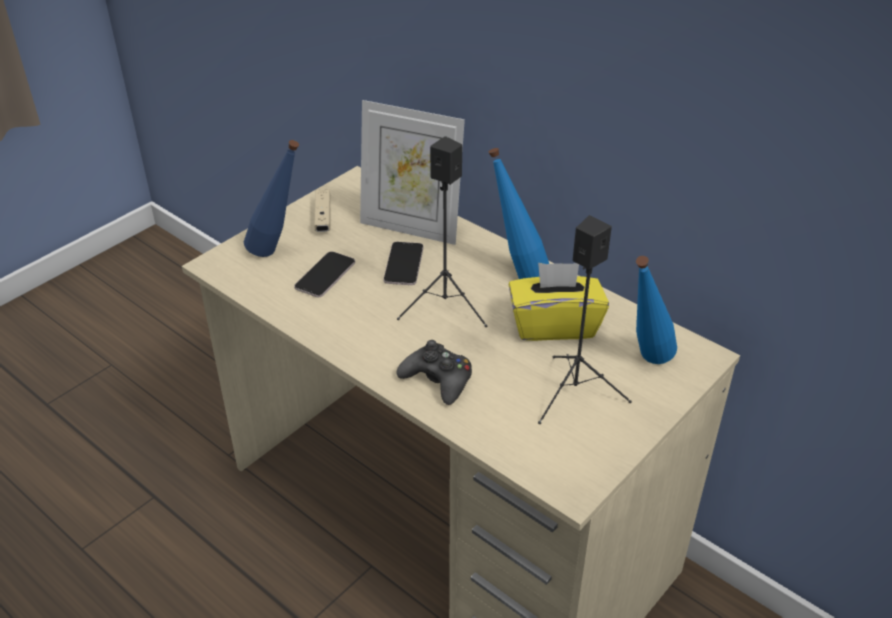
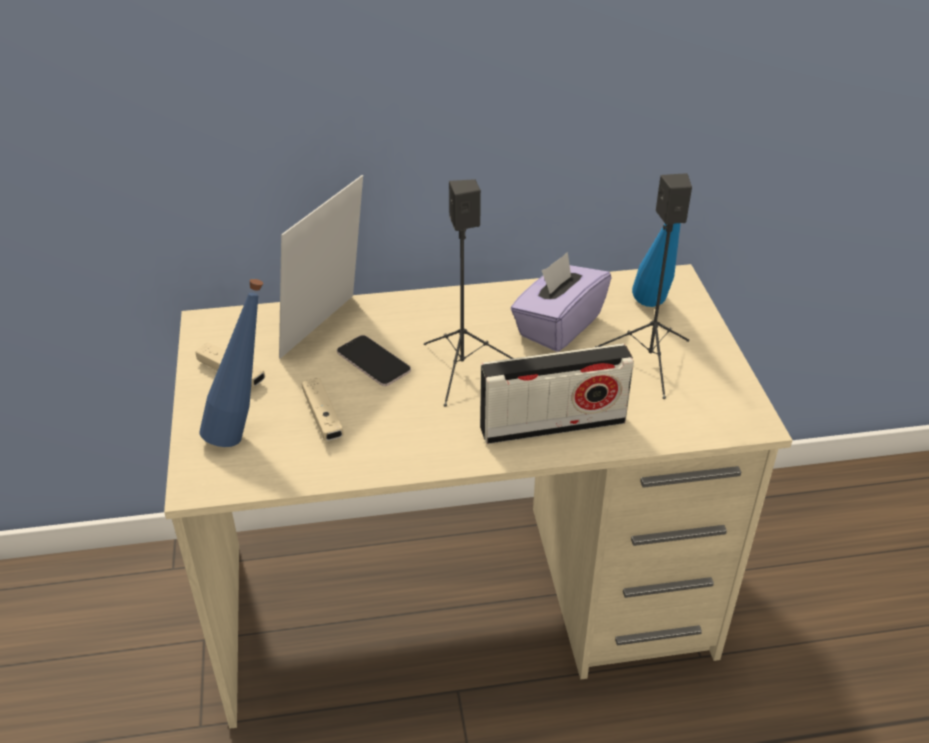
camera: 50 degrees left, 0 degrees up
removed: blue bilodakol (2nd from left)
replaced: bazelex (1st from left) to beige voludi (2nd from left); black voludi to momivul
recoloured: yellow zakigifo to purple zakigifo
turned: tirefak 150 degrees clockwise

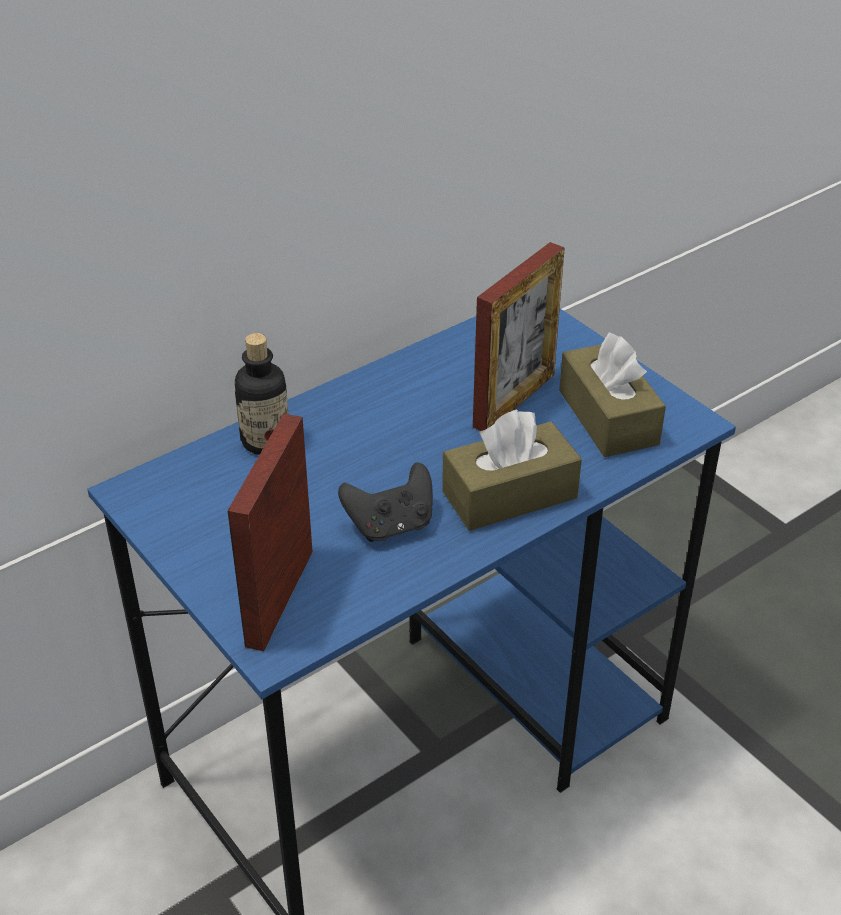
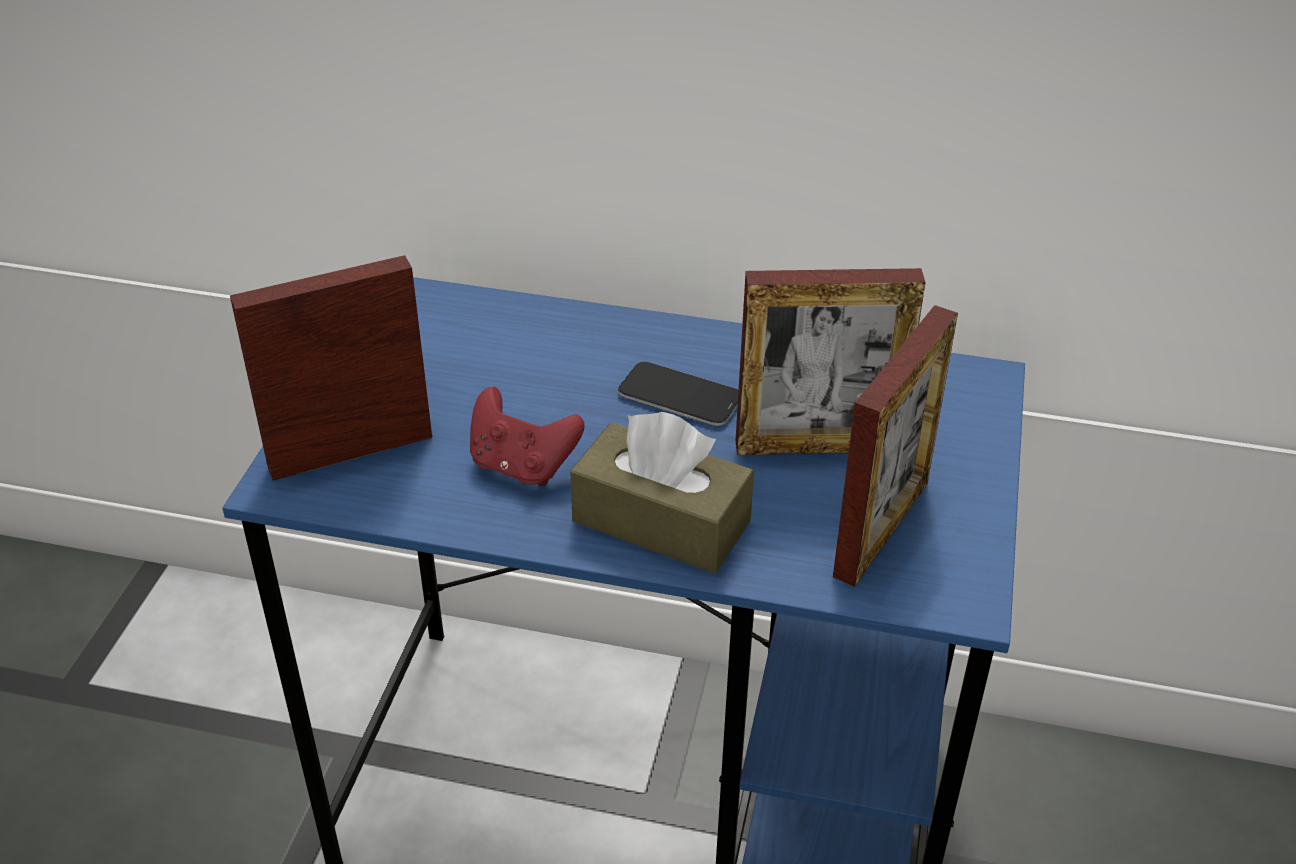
camera: 50 degrees right, 0 degrees up
removed: bilodakol
added: bazelex
replaced: brown zakigifo (2nd from left) to tirefak (3rd from left)
recoloured: black voludi to red voludi

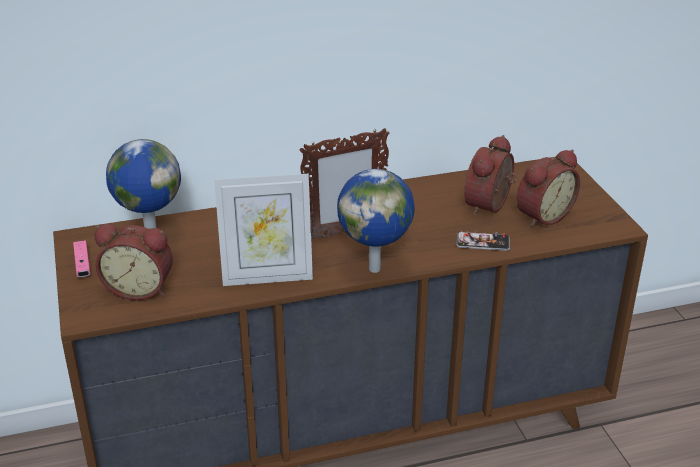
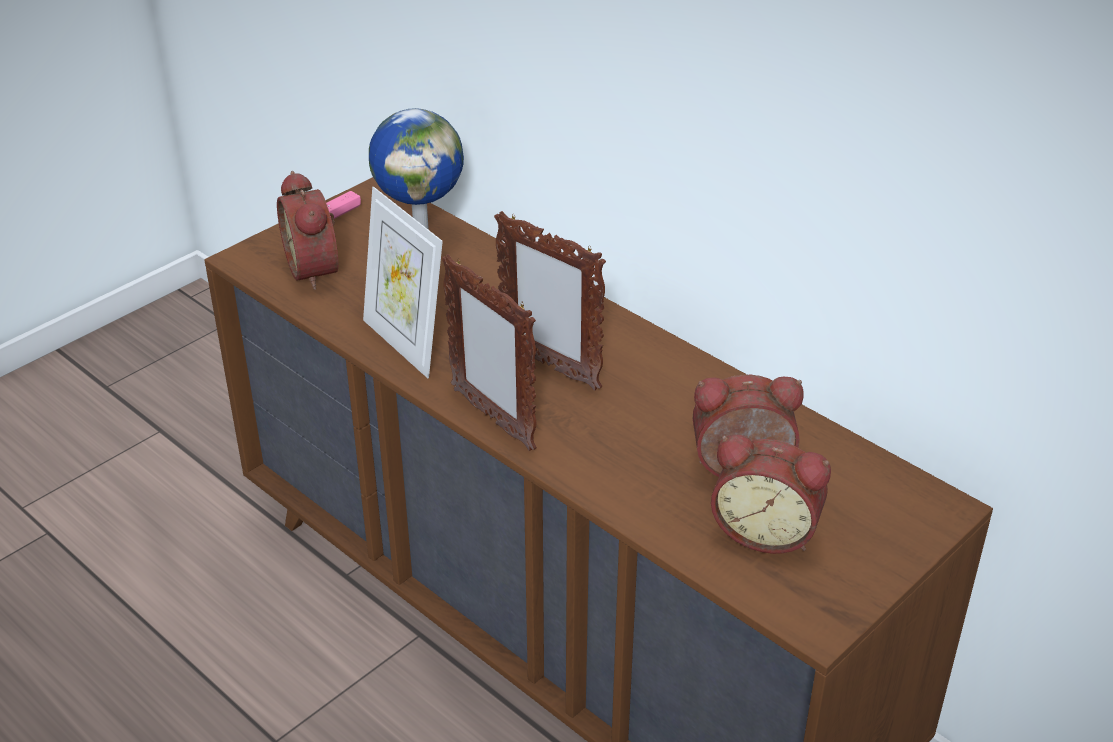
camera: 60 degrees right, 5 degrees up
removed: bazelex
replaced: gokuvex (2nd from left) to tirefak (2nd from left)

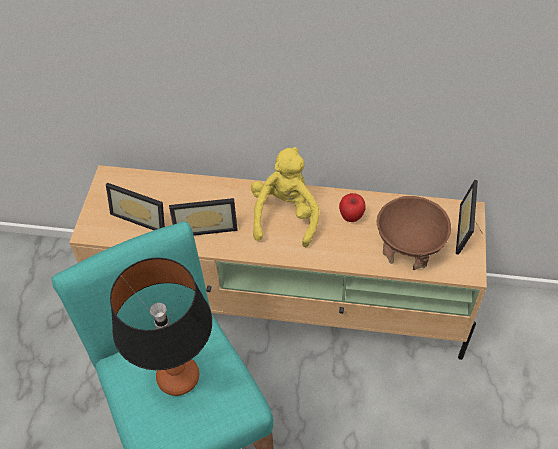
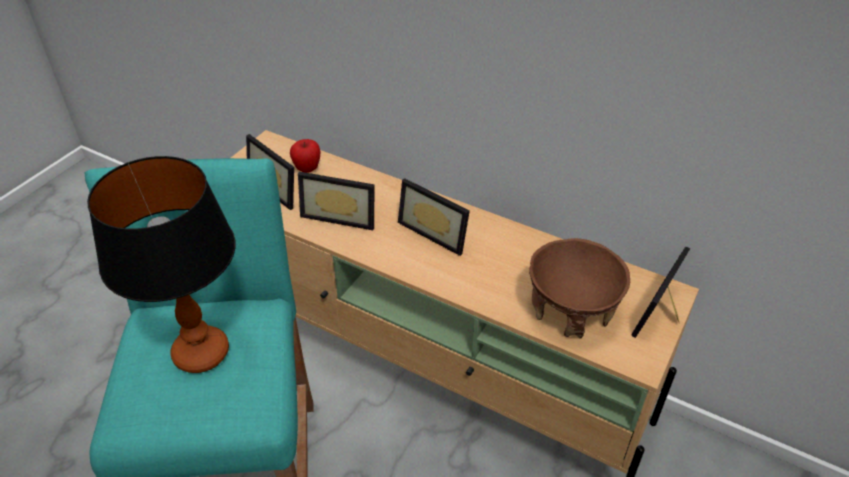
camera: 20 degrees right, 10 degrees down
moved: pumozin
replaced: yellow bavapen to tirefak (3rd from left)

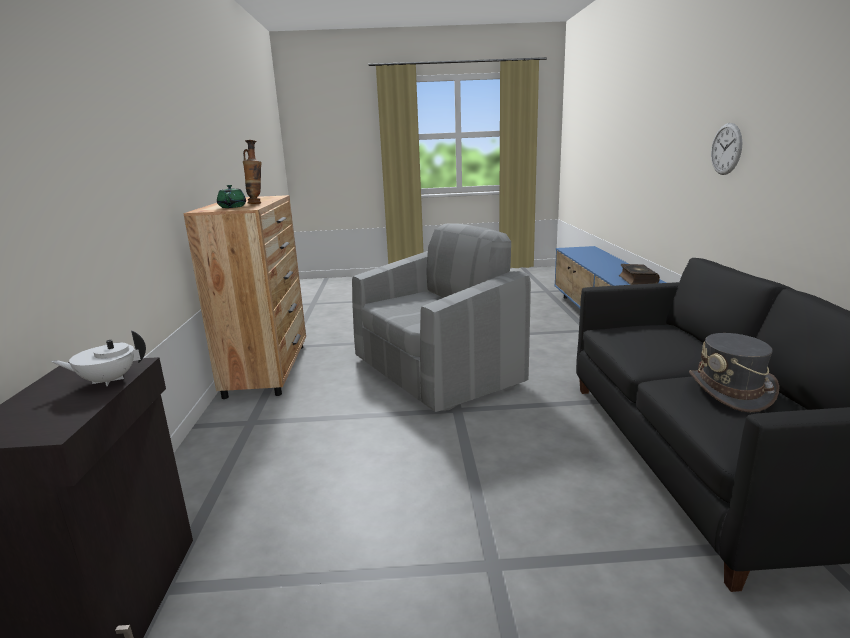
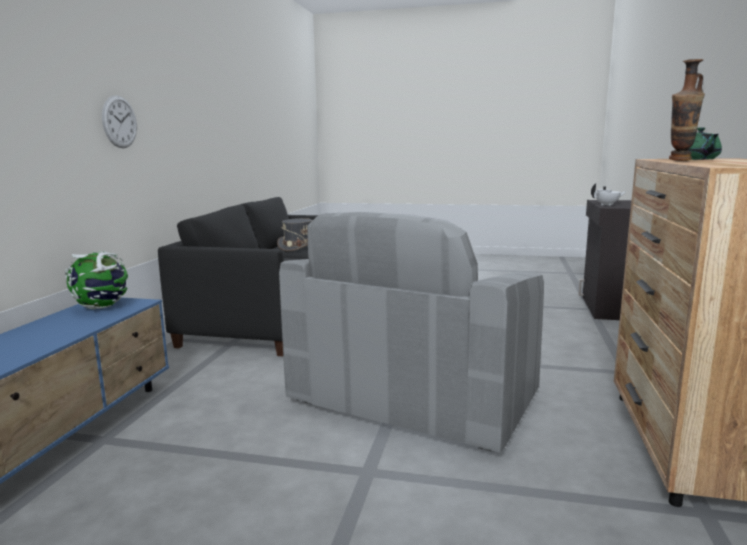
camera: 165 degrees left, 5 degrees down
replaced: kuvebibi to gokuvex
turned: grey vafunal 45 degrees counterclockwise

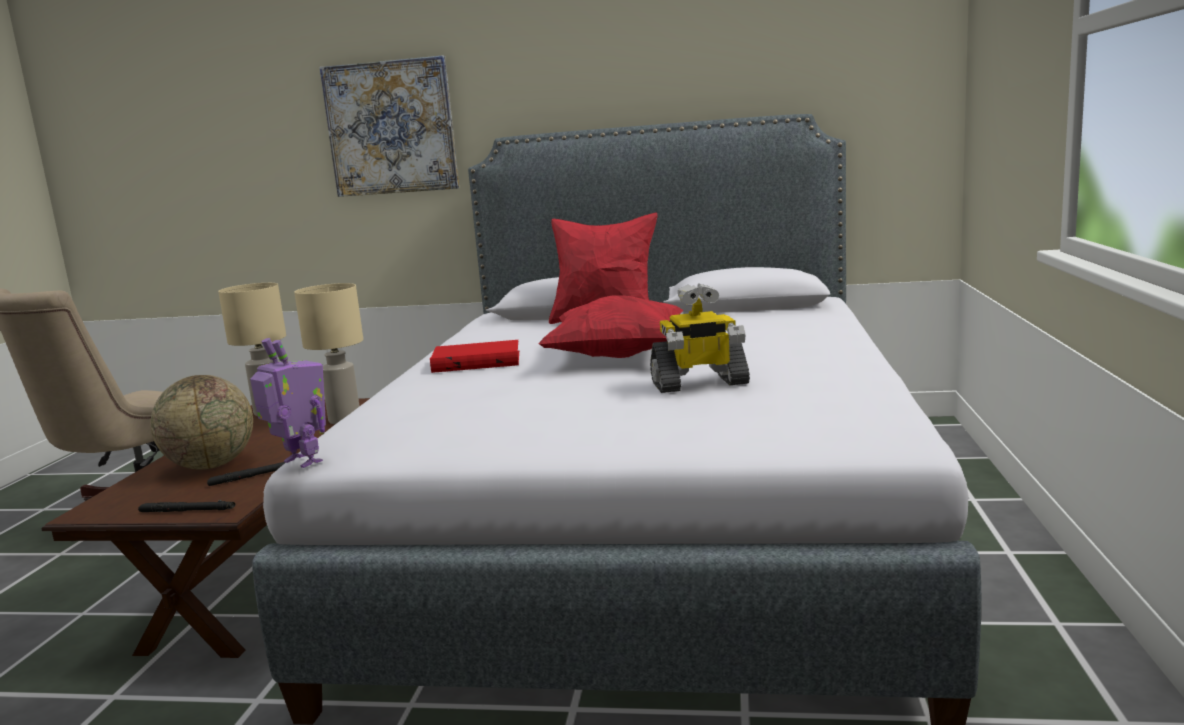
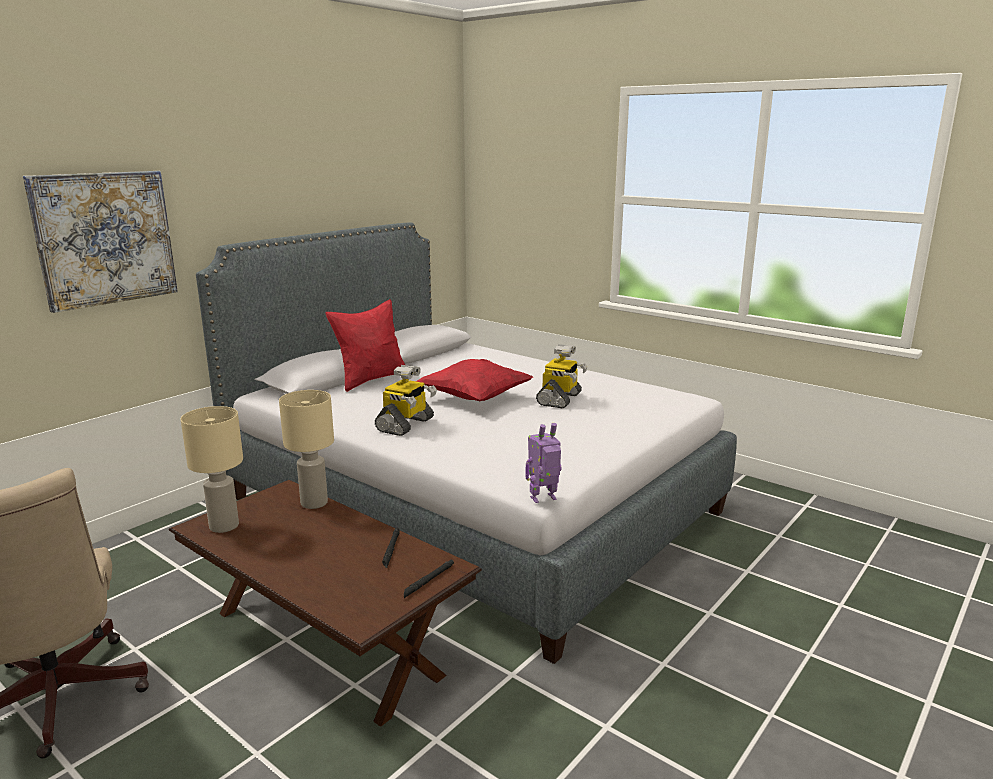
camera: 60 degrees left, 5 degrees up
removed: gokuvex
replaced: red kuvebibi to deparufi (1st from left)

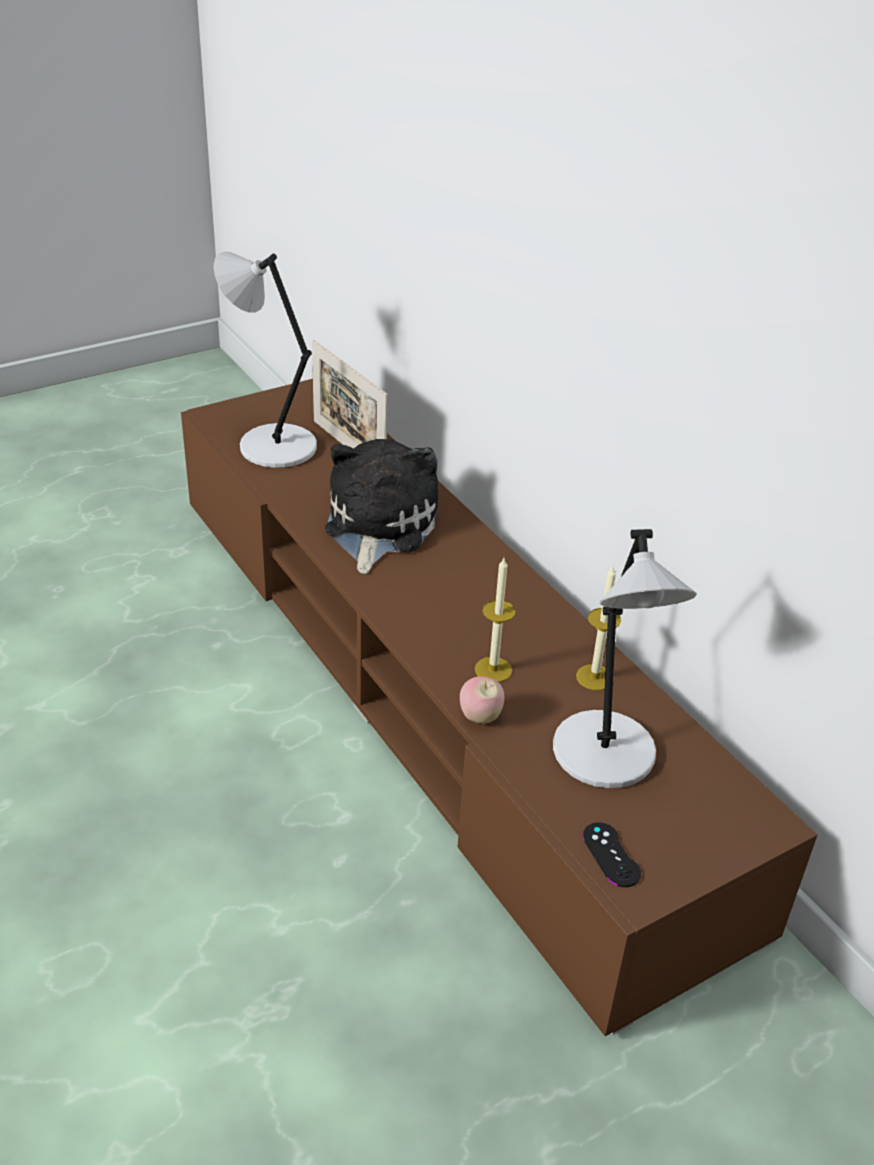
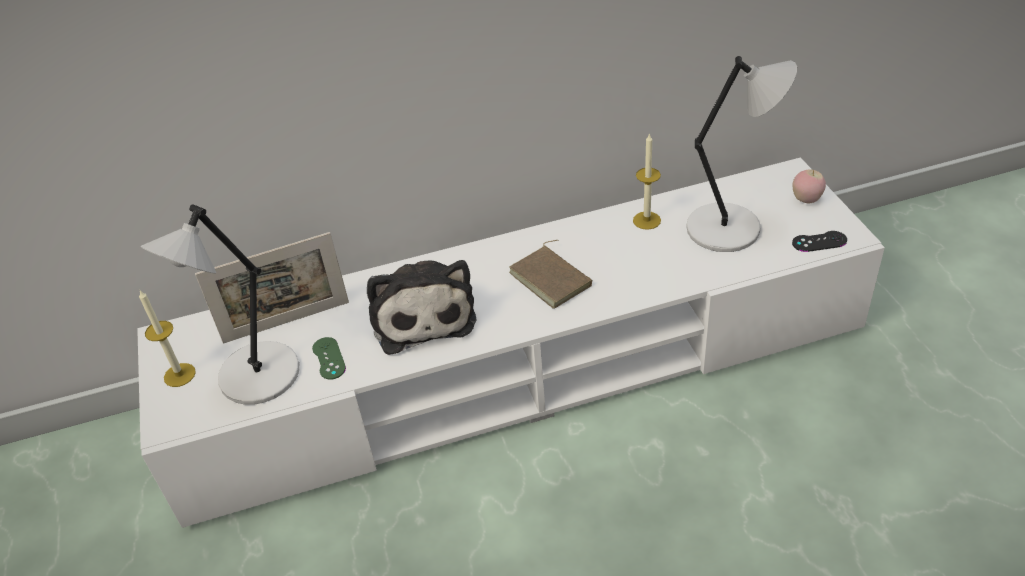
camera: 70 degrees left, 5 degrees up
added: green voludi; brown kuvebibi
moved: pumozin; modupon (1st from left)
recoloured: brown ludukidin to white ludukidin
turned: bavapen 135 degrees counterclockwise

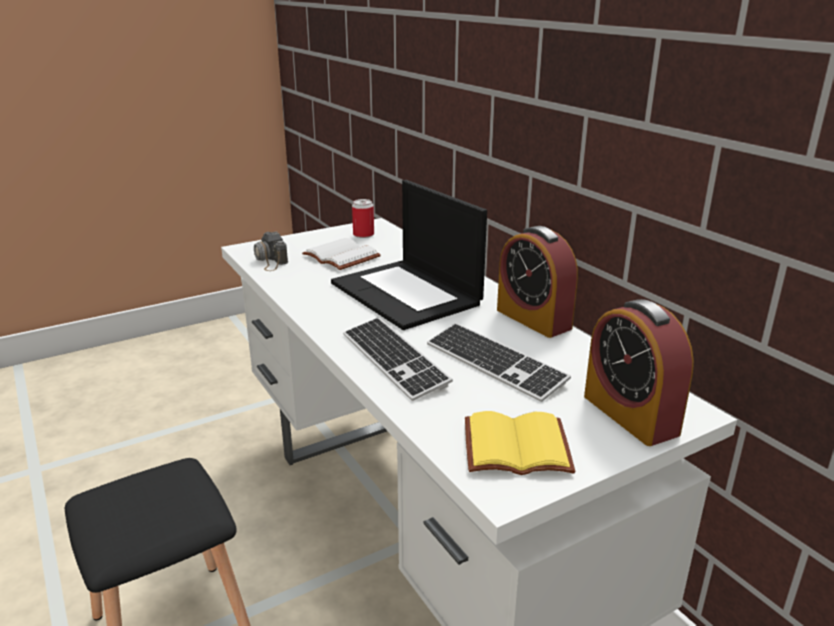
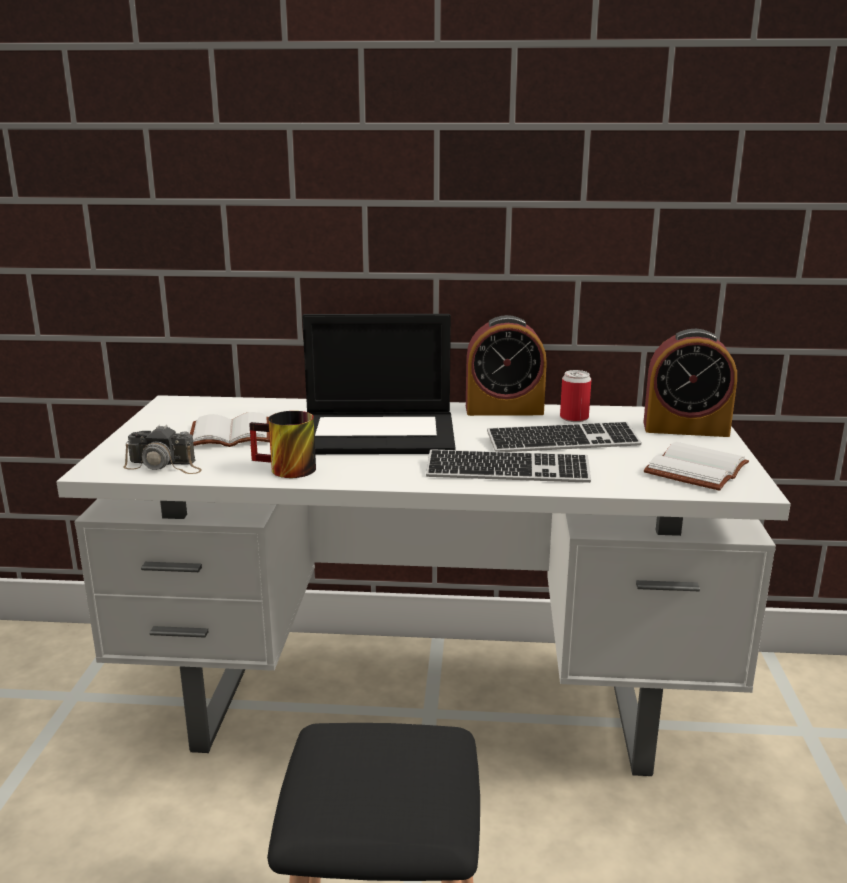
camera: 55 degrees left, 5 degrees down
added: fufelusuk
moved: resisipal
recoloured: yellow kuvebibi to white kuvebibi (2nd from left)

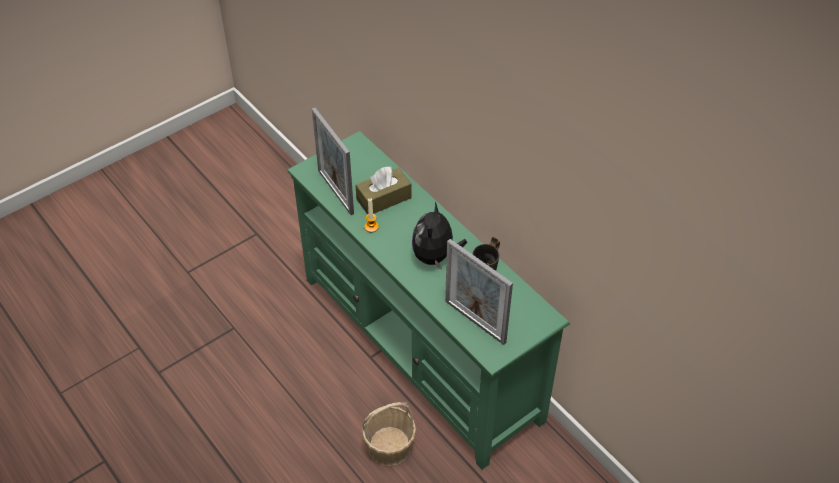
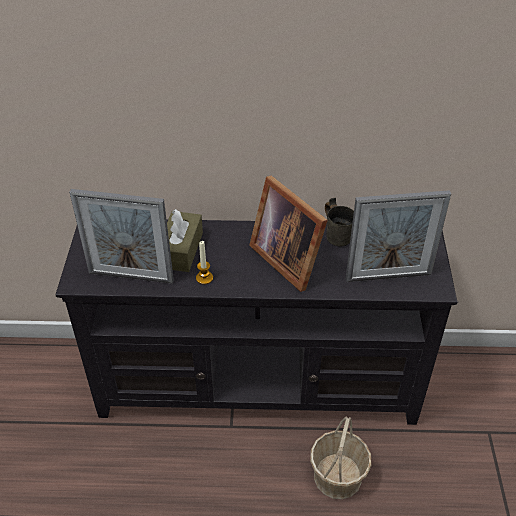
camera: 50 degrees left, 5 degrees down
replaced: bavapen to tirefak (2nd from left)
recoloured: green ludukidin to black ludukidin

